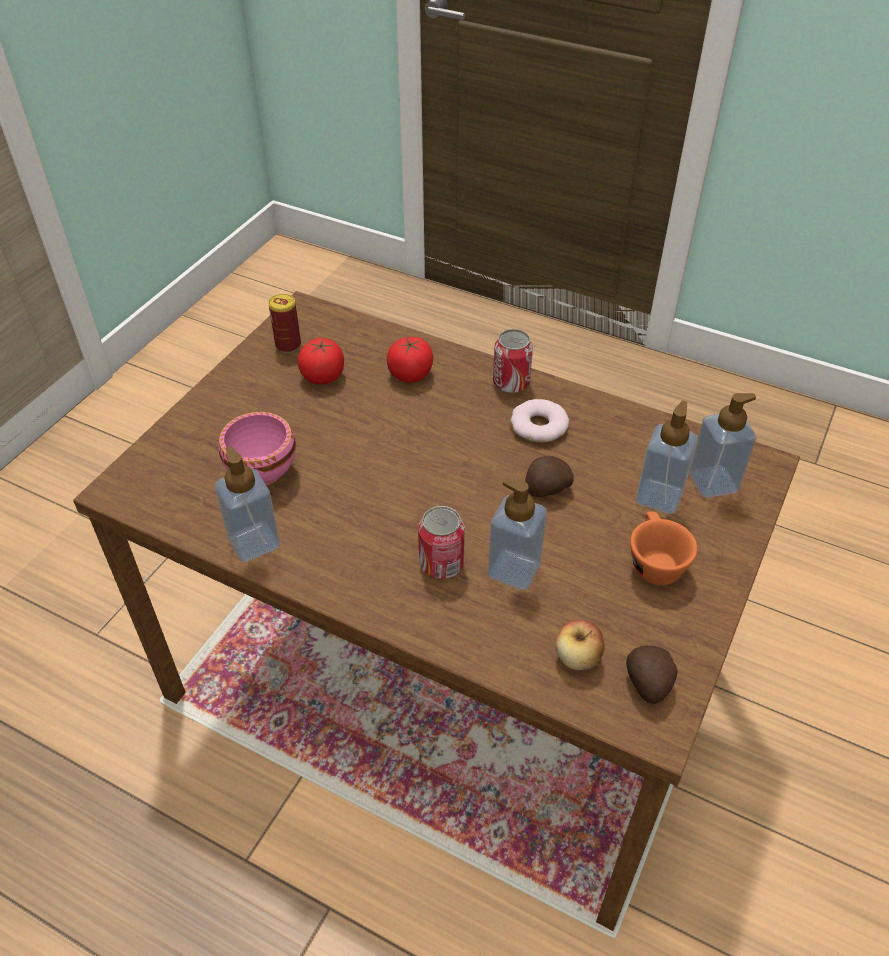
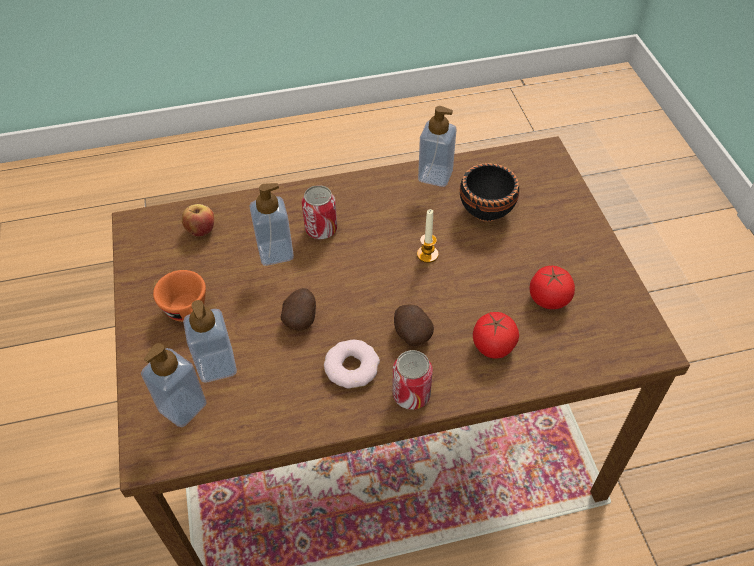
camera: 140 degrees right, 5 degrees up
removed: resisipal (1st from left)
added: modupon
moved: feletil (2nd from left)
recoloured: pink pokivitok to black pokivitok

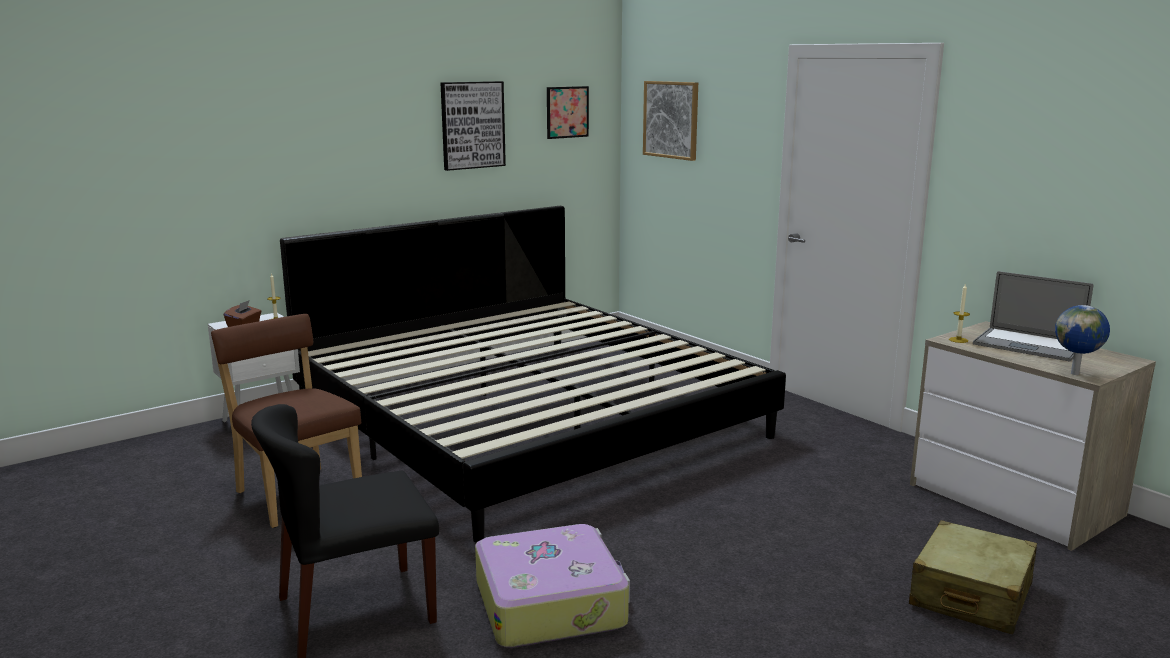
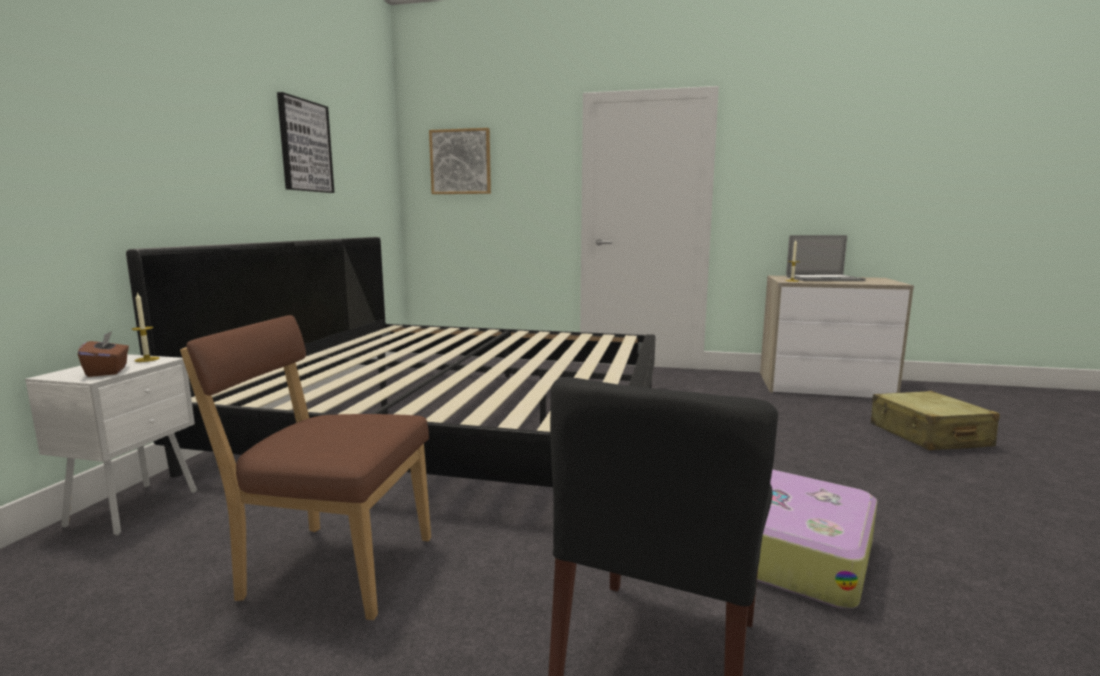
camera: 40 degrees left, 5 degrees down
removed: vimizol (2nd from left); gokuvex

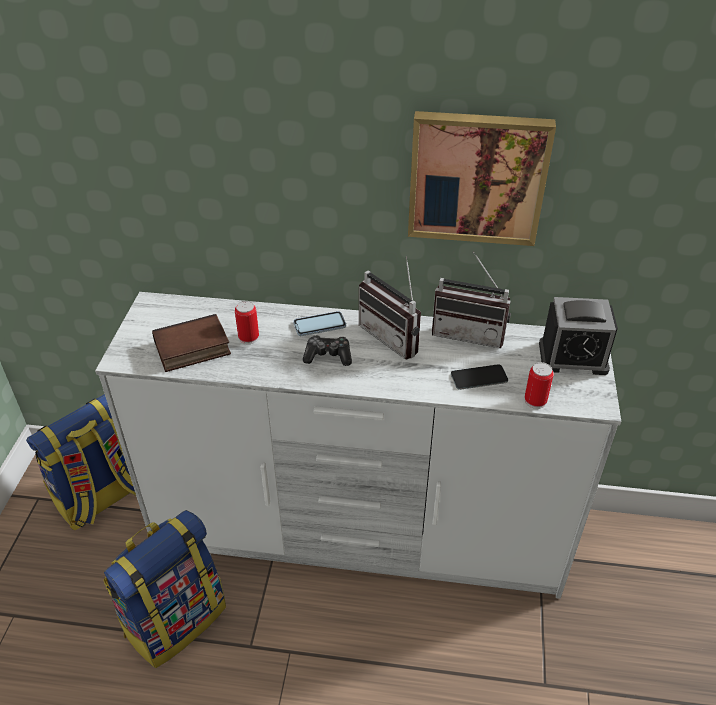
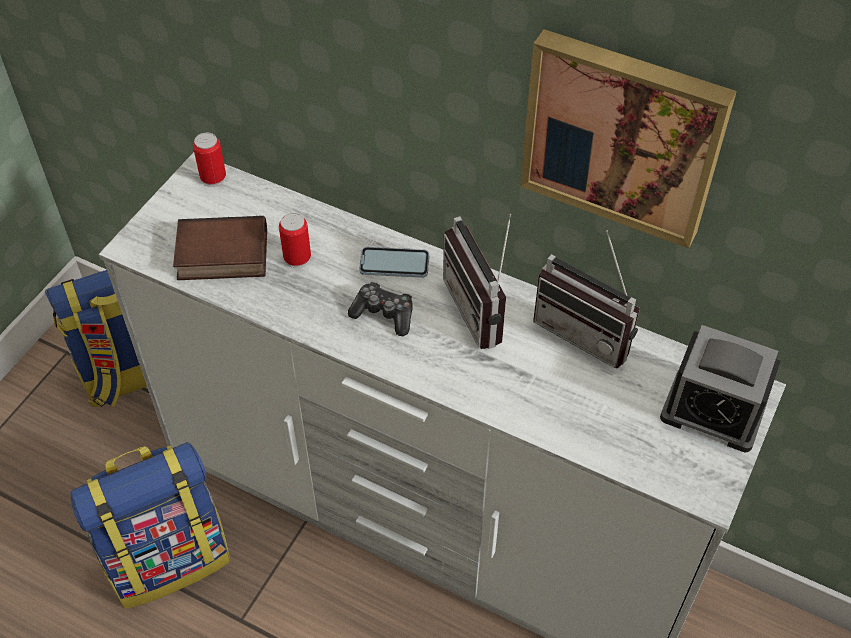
camera: 20 degrees right, 10 degrees up
removed: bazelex (2nd from left)
moved: resisipal (2nd from left in the first image) to resisipal (1st from left)

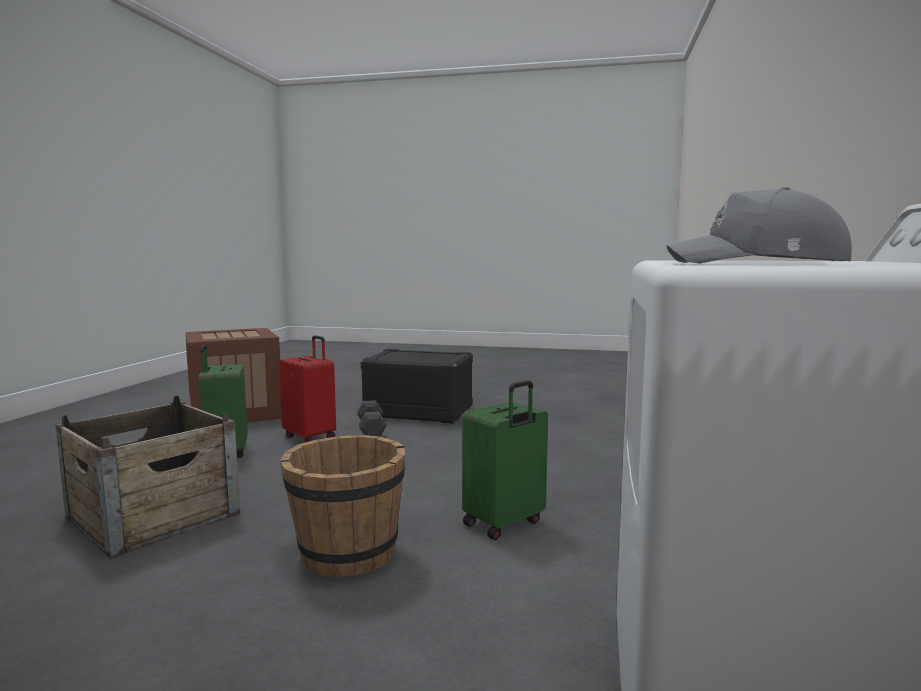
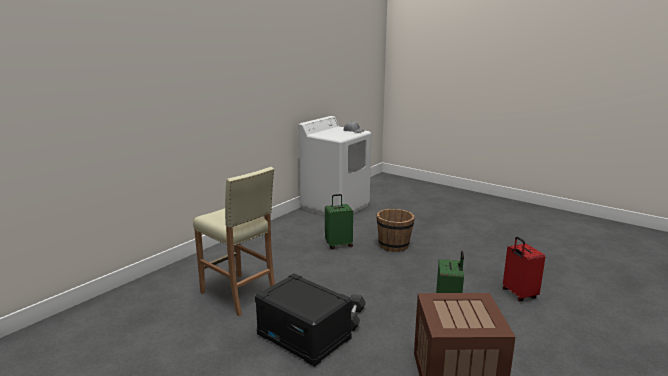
camera: 155 degrees left, 10 degrees up
removed: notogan (1st from left)
added: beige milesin
moved: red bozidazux

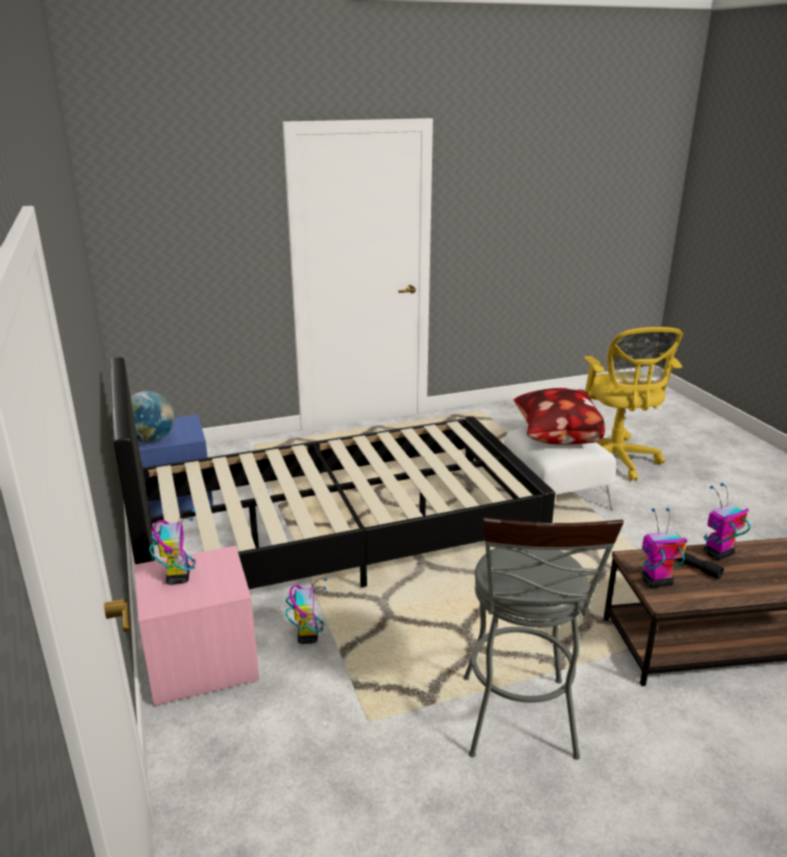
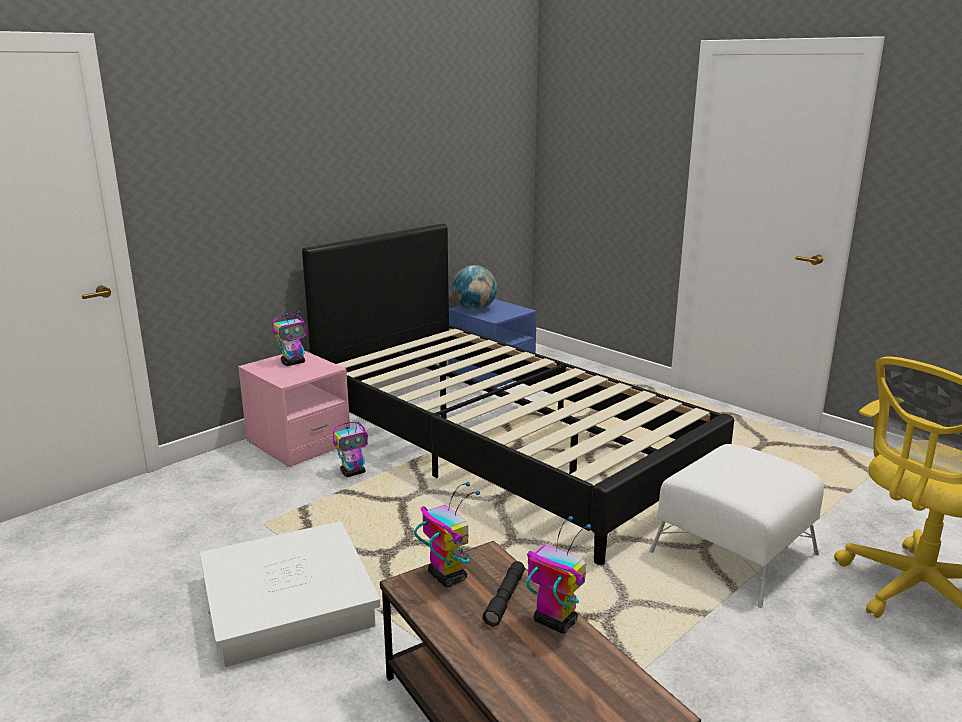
camera: 65 degrees right, 5 degrees down
removed: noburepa
replaced: grey milesin to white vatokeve

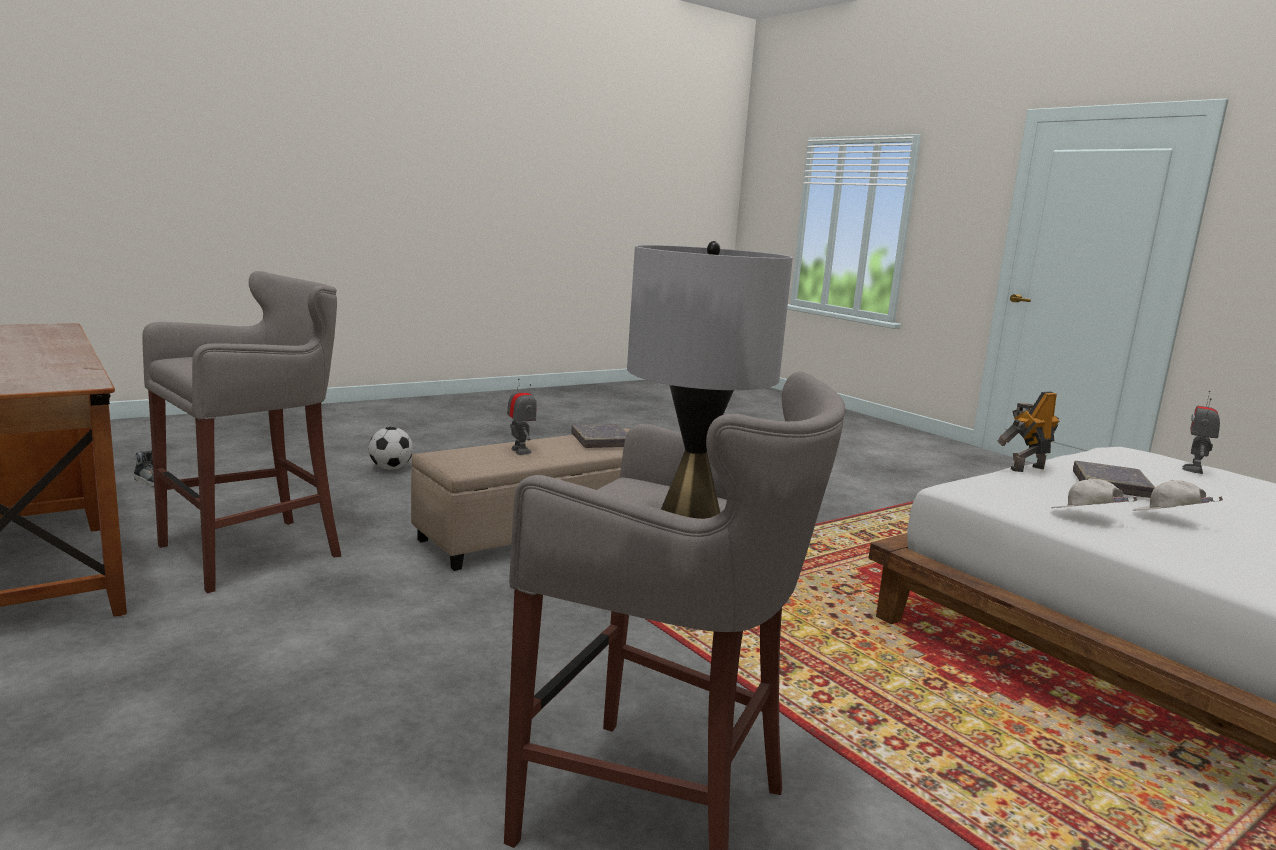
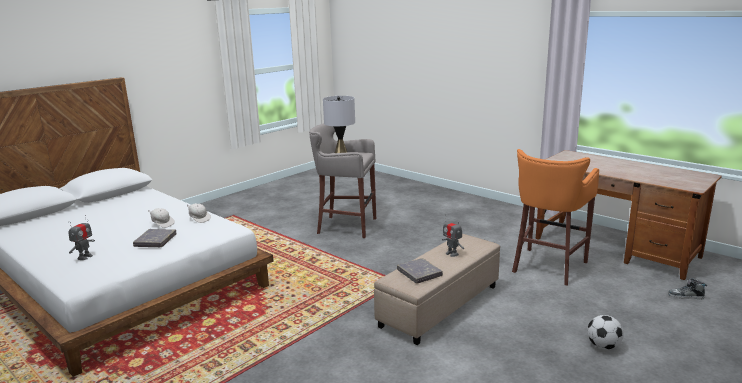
camera: 170 degrees right, 5 degrees up
removed: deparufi (2nd from left)
recoloured: grey milesin (1st from left) to orange milesin

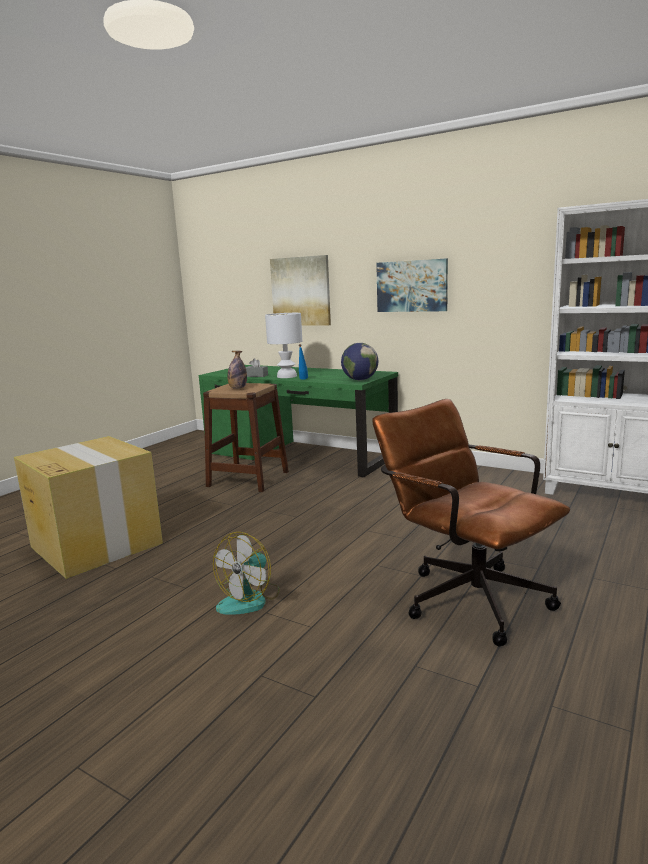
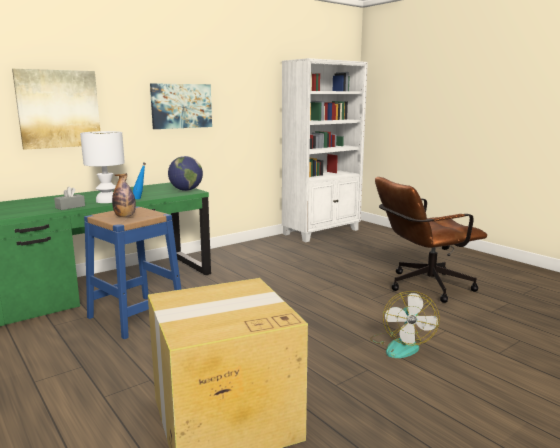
camera: 70 degrees left, 0 degrees up
recoloured: brown milesin to blue milesin
turned: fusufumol 45 degrees clockwise

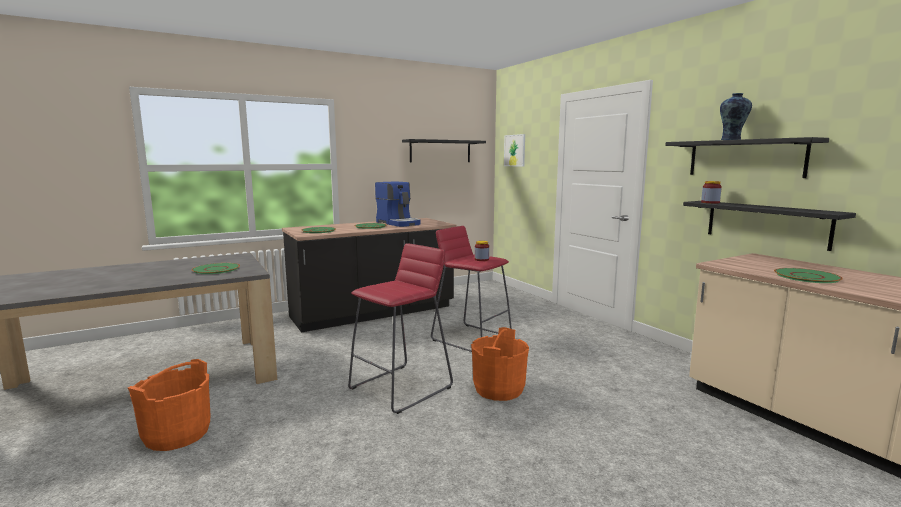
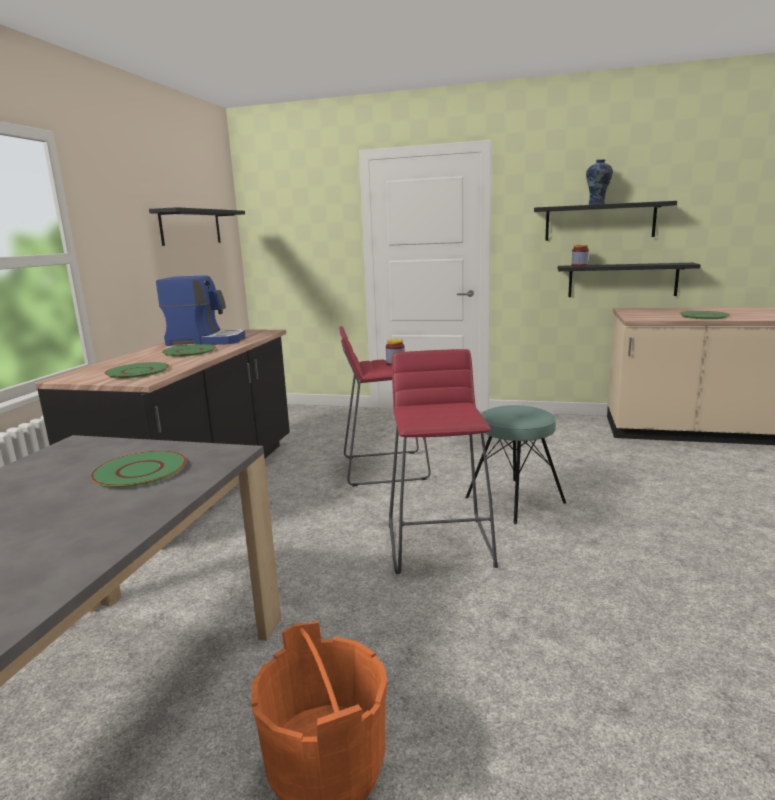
camera: 45 degrees left, 5 degrees up
removed: vimizol
replaced: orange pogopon (2nd from left) to turquoise milesin

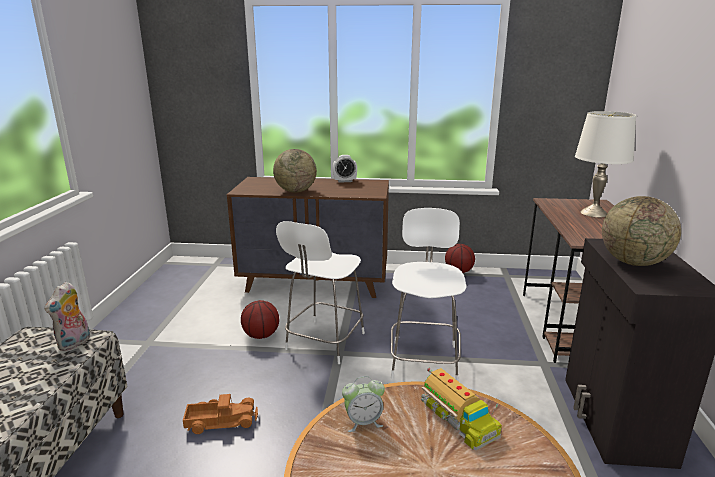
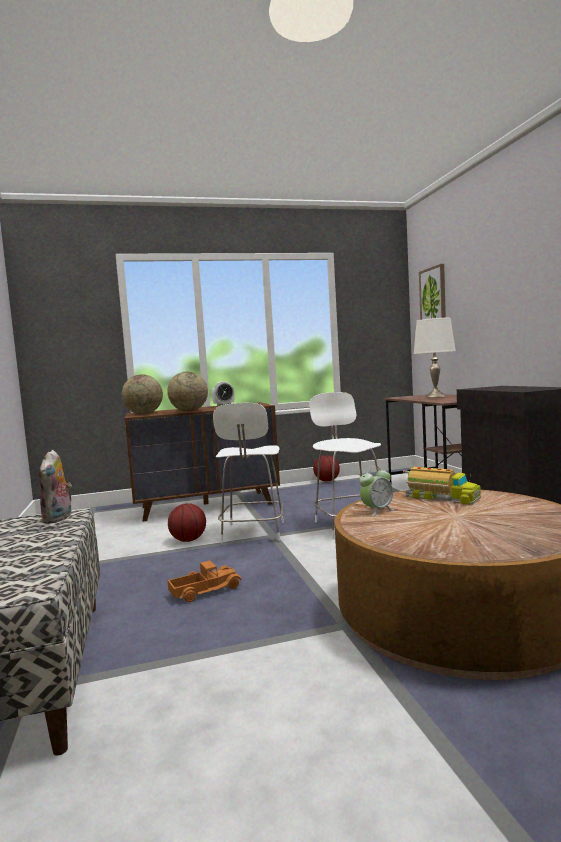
camera: 20 degrees left, 15 degrees down
added: vimizol
moved: gokuvex (2nd from left in the first image) to gokuvex (1st from left)

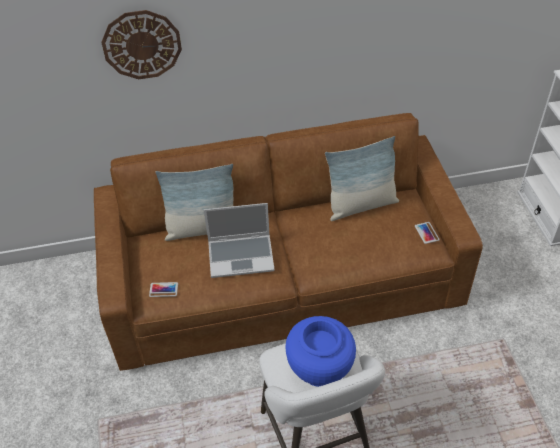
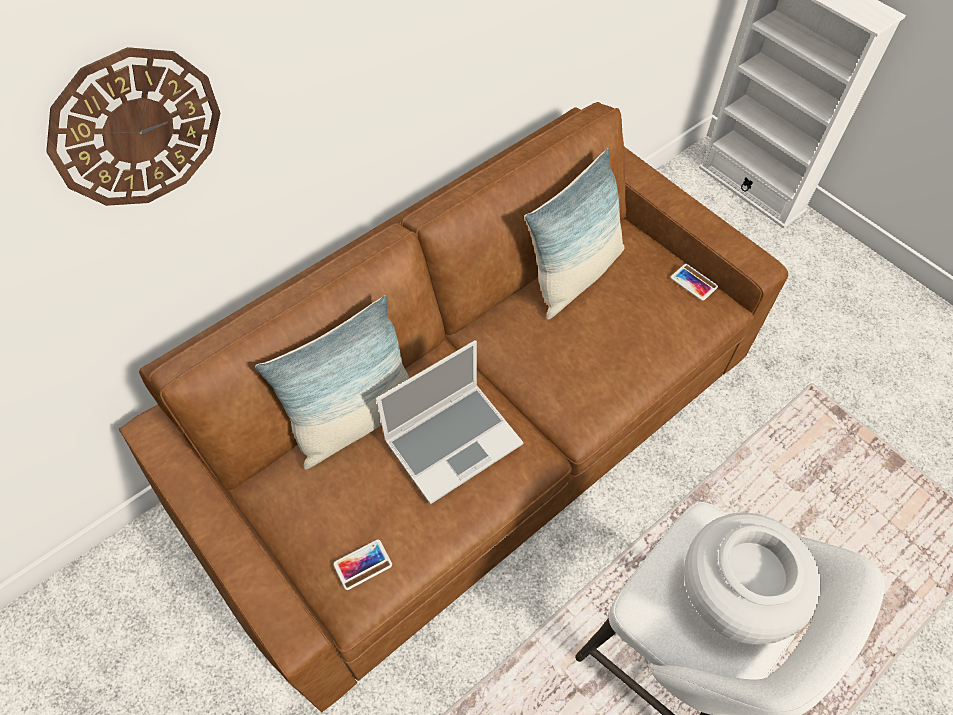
camera: 30 degrees left, 10 degrees up
recoloured: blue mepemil to white mepemil

